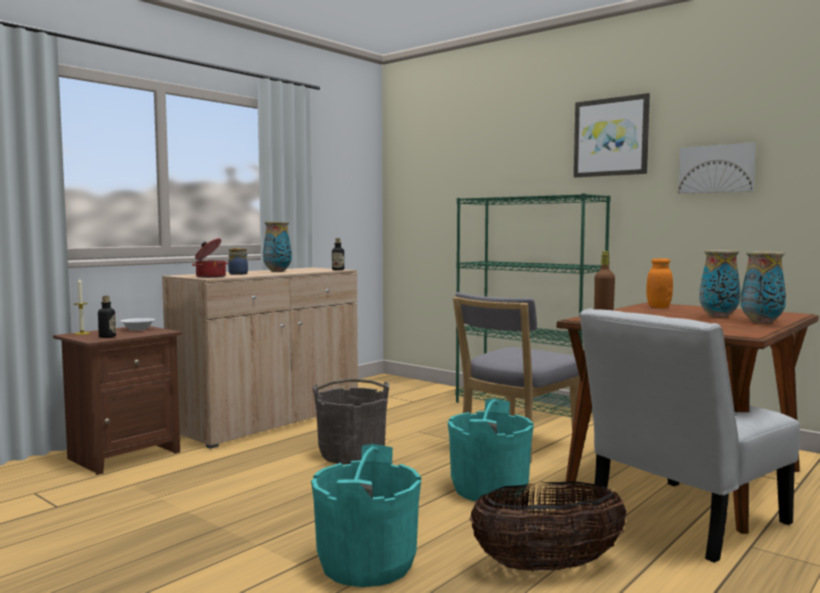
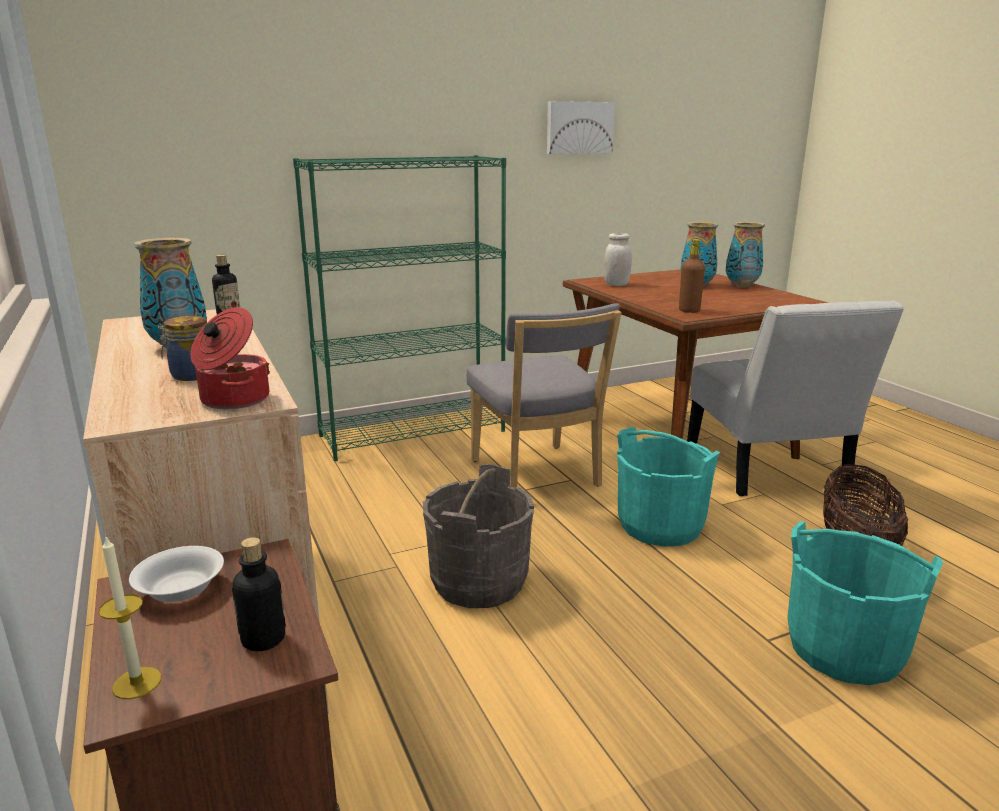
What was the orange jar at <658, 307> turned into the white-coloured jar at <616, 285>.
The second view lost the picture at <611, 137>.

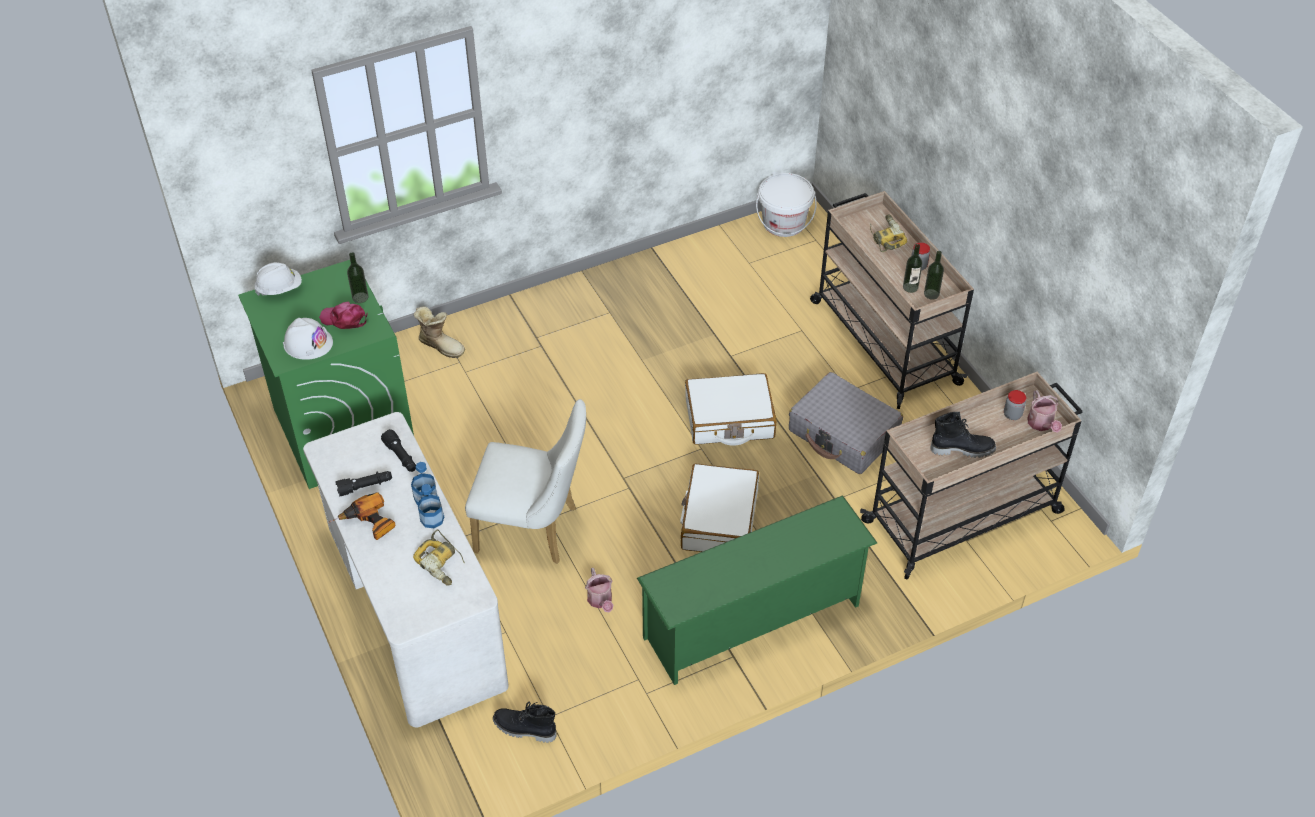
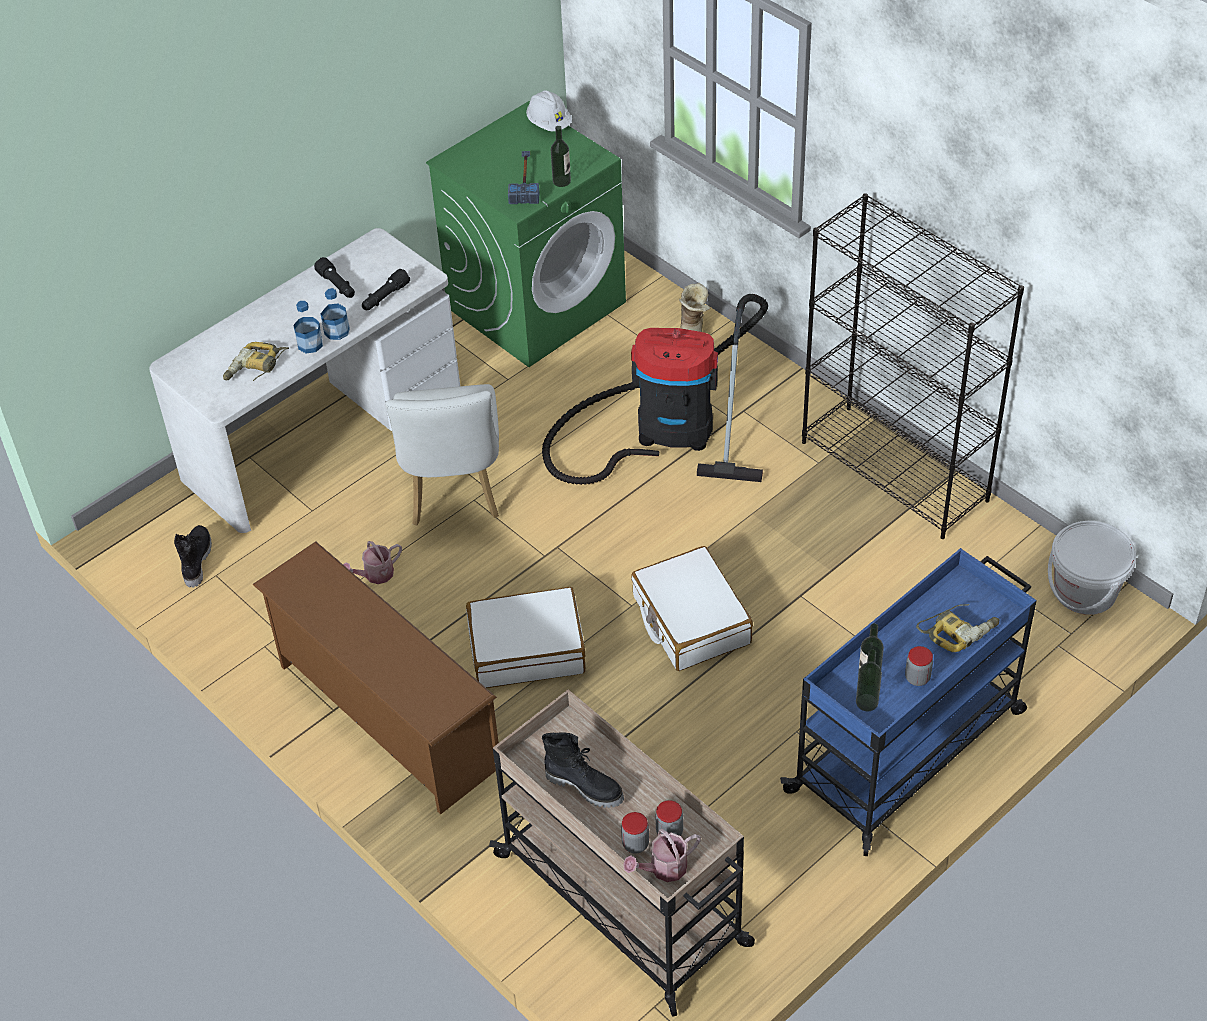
What was the green-coloured shoe stand at <753, 623> turned into the brownish shoe stand at <385, 717>.
Where the pink baseball cap stood at <344, 319>, the hand hammer came to stand at <525, 180>.
The second view gained the vacuum cleaner at <665, 429>.
The black tall boot at <962, 449> ended up facing another way, 45 degrees counterclockwise from before.
The second view gained the jar at <635, 844>.
What was the beige-coloured cart at <883, 341> turned into the blue-coloured cart at <908, 750>.
The second view gained the black bookshelf at <895, 471>.
The second view lost the white-coloured work helmet at <308, 343>.
The second view lost the power drill at <368, 524>.
The second view lost the greyish travel case at <843, 434>.

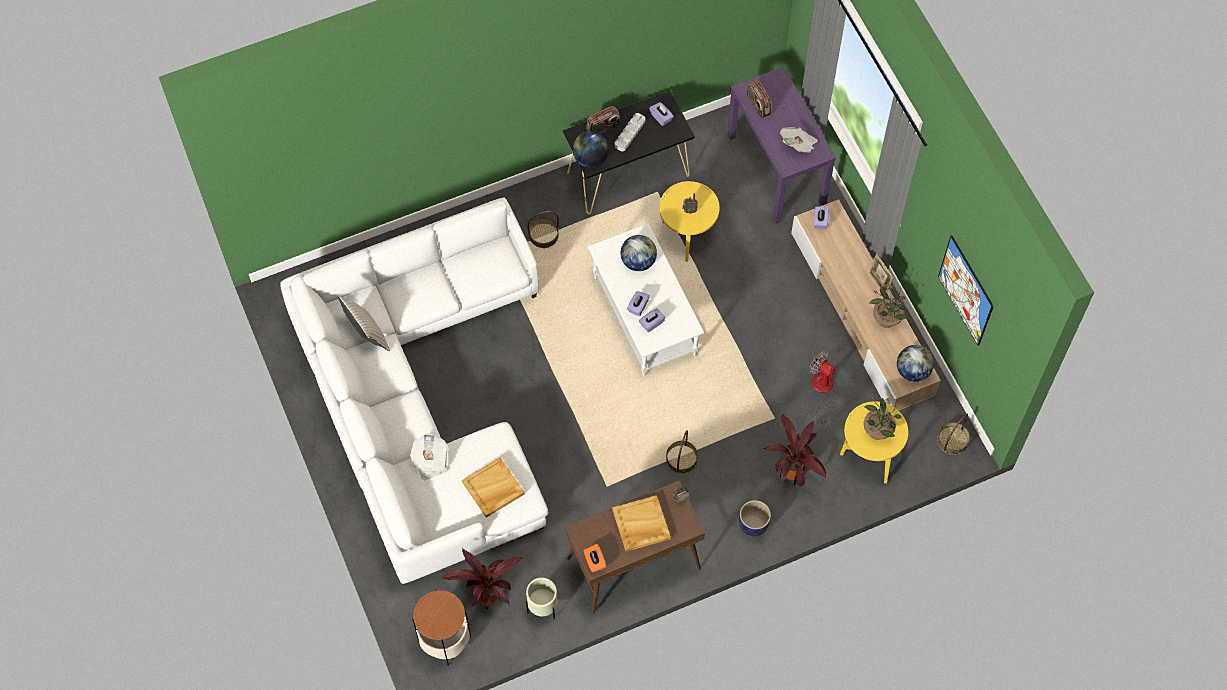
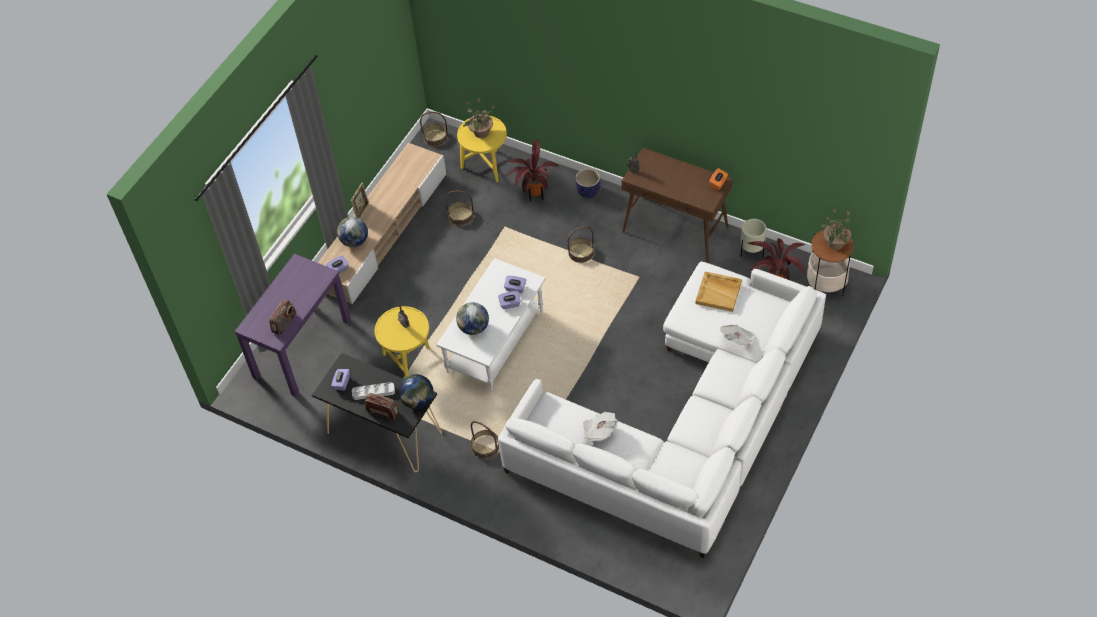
The globe ended up elsewhere, having gone from <912, 371> to <354, 241>.
Where the fan stood at <822, 391>, the household basket came to stand at <461, 216>.
The daily paper ended up elsewhere, having gone from <798, 144> to <599, 431>.
The plant in a pot ended up elsewhere, having gone from <886, 318> to <835, 244>.
The second view lost the beige-coloured cushion at <366, 334>.
The second view lost the beige-coloured carrying tray at <641, 525>.
The second view lost the picture at <965, 290>.

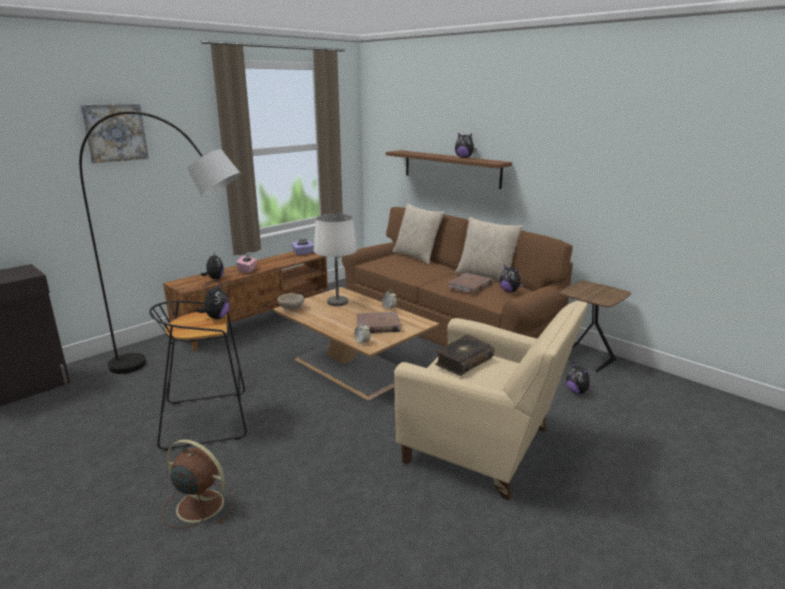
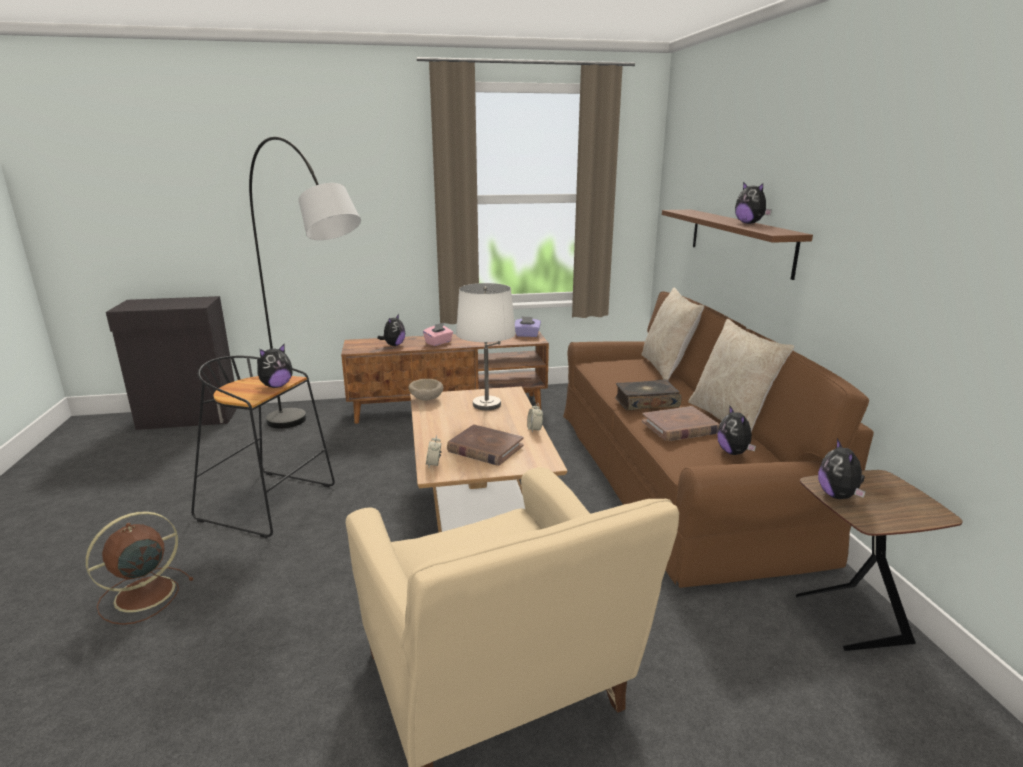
The brownish fan at <198, 505> ended up facing another way, 105 degrees counterclockwise from before.
The book ended up elsewhere, having gone from <463, 361> to <646, 402>.
The soft toy ended up elsewhere, having gone from <577, 391> to <838, 496>.
The second view lost the picture at <115, 132>.

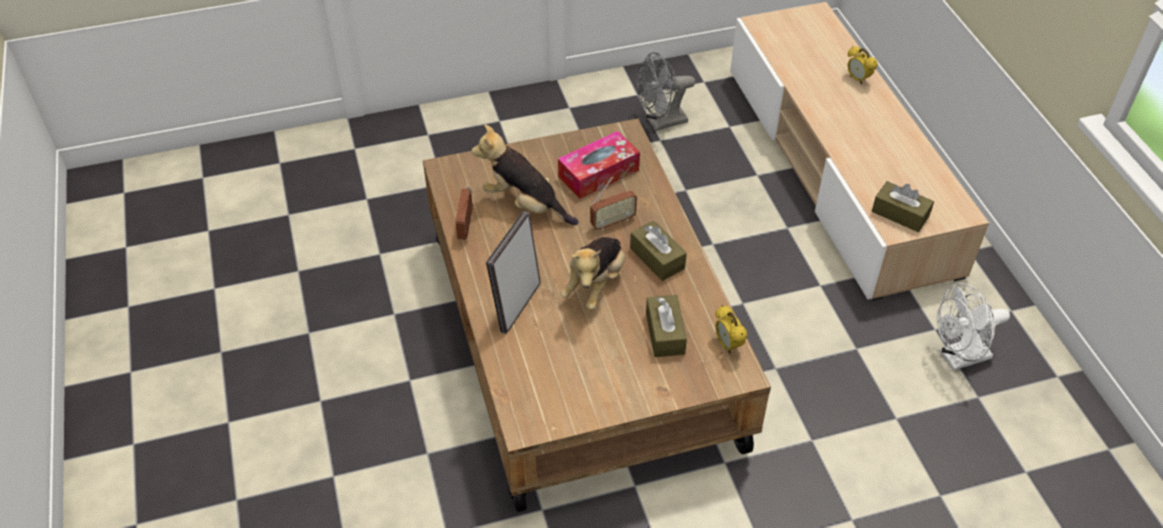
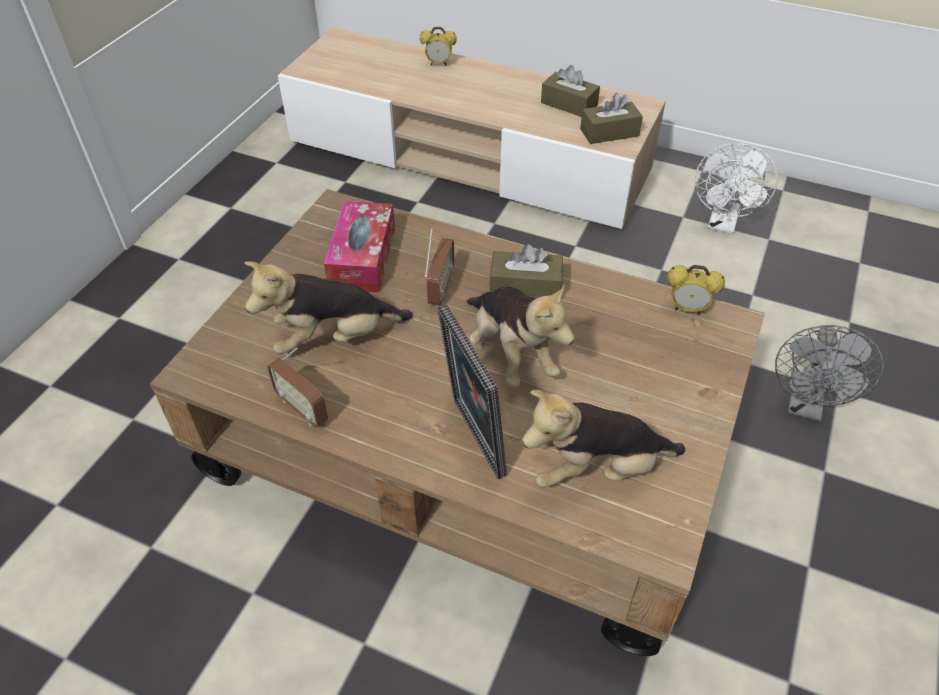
The second view gained the soft toy at <595, 469>.
The brownish box of tissues ended up elsewhere, having gone from <665, 333> to <569, 104>.
The greyish fan ended up elsewhere, having gone from <661, 123> to <805, 405>.

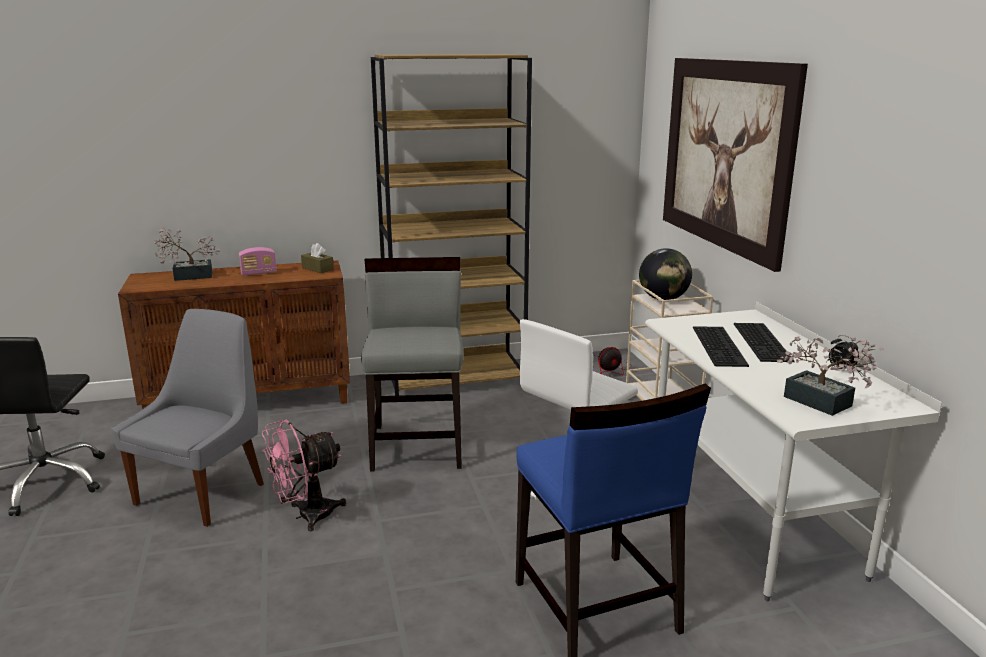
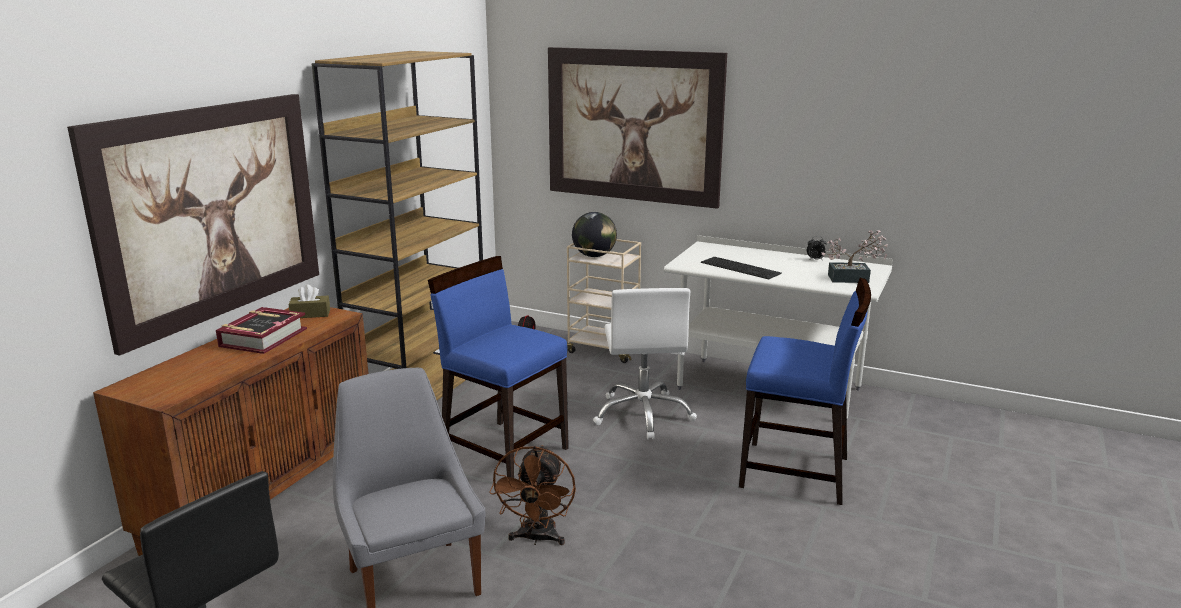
The second view gained the picture at <211, 212>.
Where the radio stood at <259, 273>, the book came to stand at <263, 338>.
What was the greyish chair at <418, 445> turned into the blue-coloured chair at <504, 451>.
What was the pink fan at <306, 516> turned into the brownish fan at <537, 538>.
The second view lost the plant in a pot at <188, 276>.
The second view lost the PC keyboard at <764, 342>.

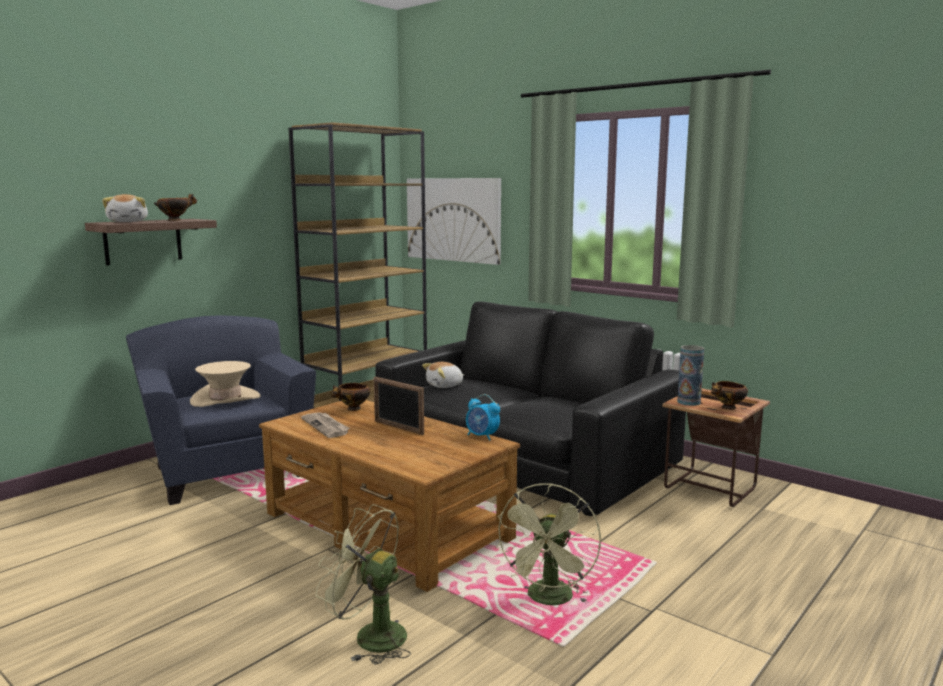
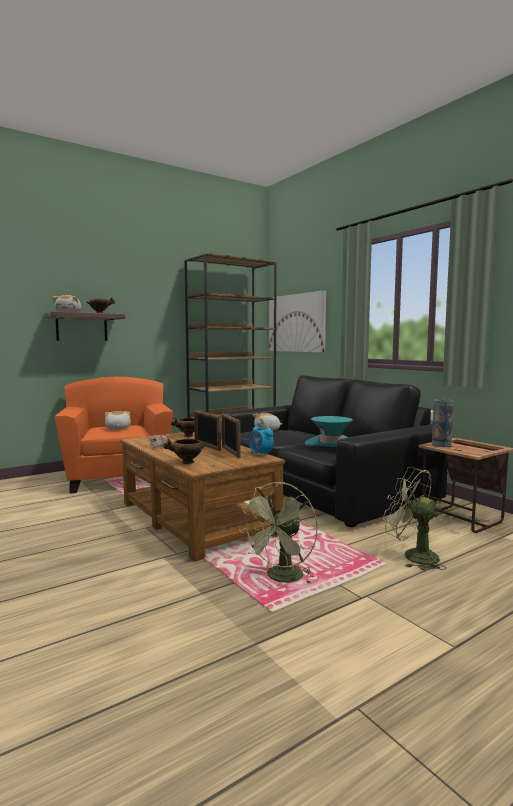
What was the blue-coloured lounge chair at <226, 469> turned into the orange lounge chair at <118, 477>.
Where the beige-coloured clothing hat stood at <225, 399>, the soft toy came to stand at <117, 428>.
The bowl ended up elsewhere, having gone from <727, 408> to <186, 463>.
The second view gained the standing frame at <230, 452>.
The second view gained the turquoise clothing hat at <330, 444>.
The green-coloured fan ended up elsewhere, having gone from <370, 636> to <413, 556>.

